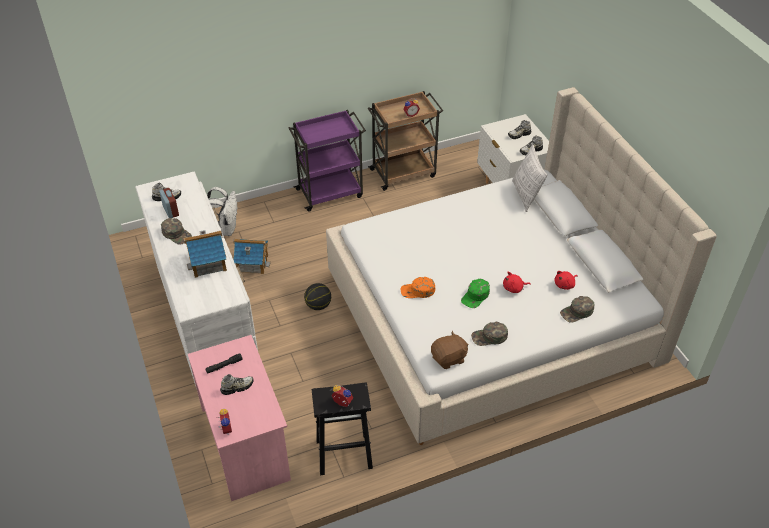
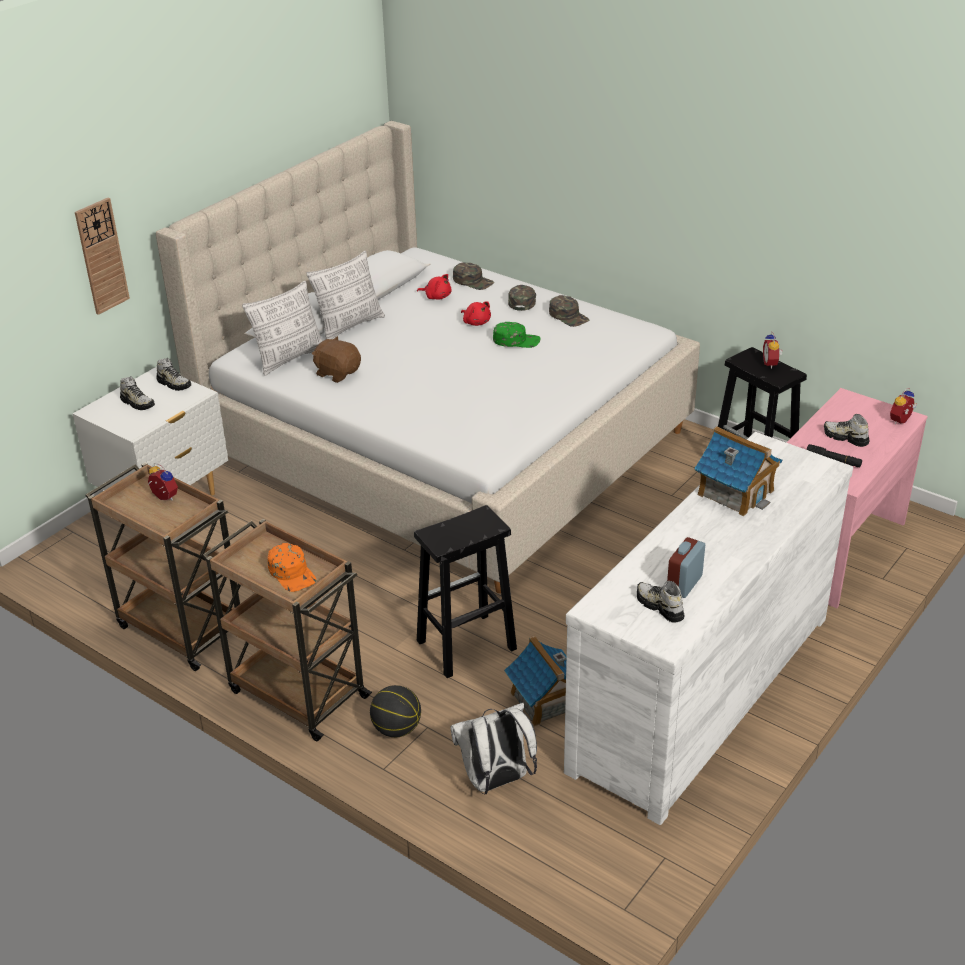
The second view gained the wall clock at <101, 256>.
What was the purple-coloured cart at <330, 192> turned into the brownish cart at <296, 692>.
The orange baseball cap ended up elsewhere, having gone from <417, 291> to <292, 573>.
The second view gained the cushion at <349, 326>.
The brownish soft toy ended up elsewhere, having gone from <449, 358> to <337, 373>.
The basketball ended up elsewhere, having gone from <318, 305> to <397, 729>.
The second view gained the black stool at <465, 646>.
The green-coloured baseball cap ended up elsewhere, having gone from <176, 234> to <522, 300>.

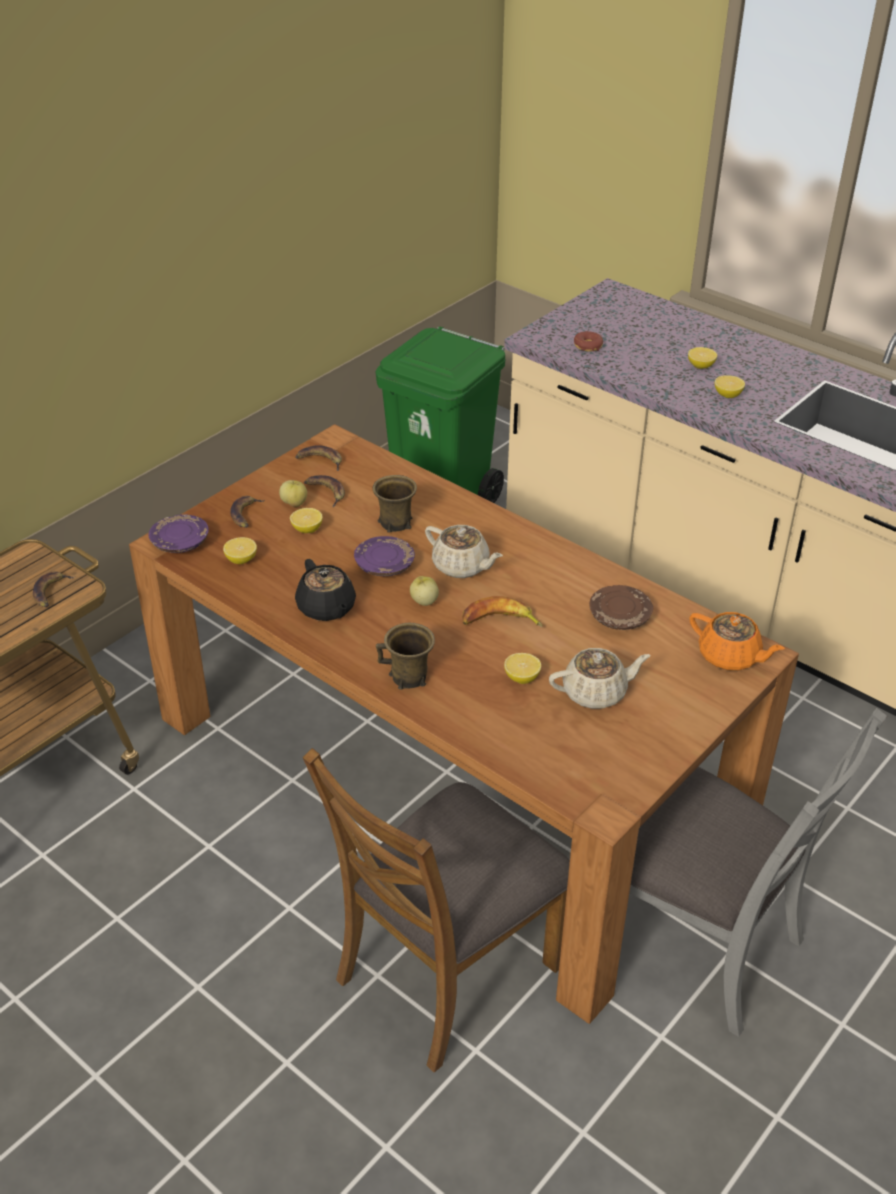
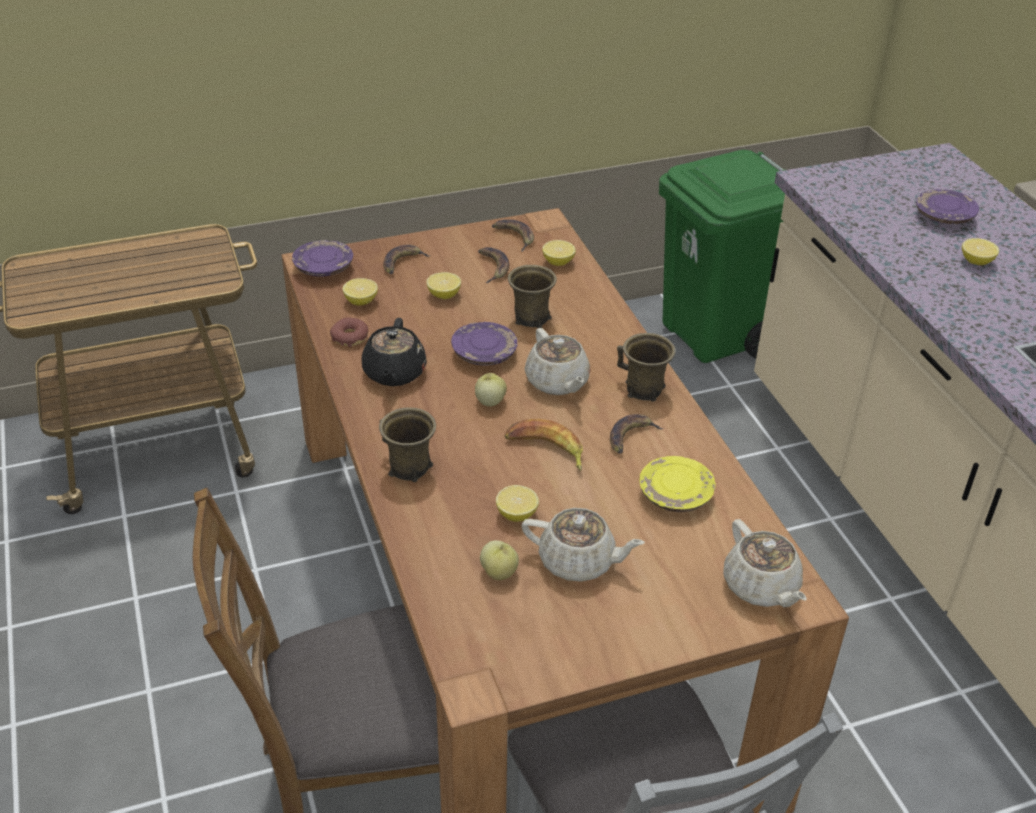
The donut ended up elsewhere, having gone from <588, 346> to <350, 337>.
The whole apple ended up elsewhere, having gone from <294, 503> to <499, 572>.
The lemon ended up elsewhere, having gone from <727, 395> to <558, 262>.
The banana fruit ended up elsewhere, having gone from <51, 592> to <630, 437>.
The second view gained the brownish tea mug at <644, 390>.
What was the brownish dinner plate at <620, 616> turned into the yellowish dinner plate at <676, 494>.
What was the orange tea pot at <730, 657> turned into the beige-coloured tea pot at <761, 587>.
The second view gained the purple-coloured dinner plate at <943, 217>.

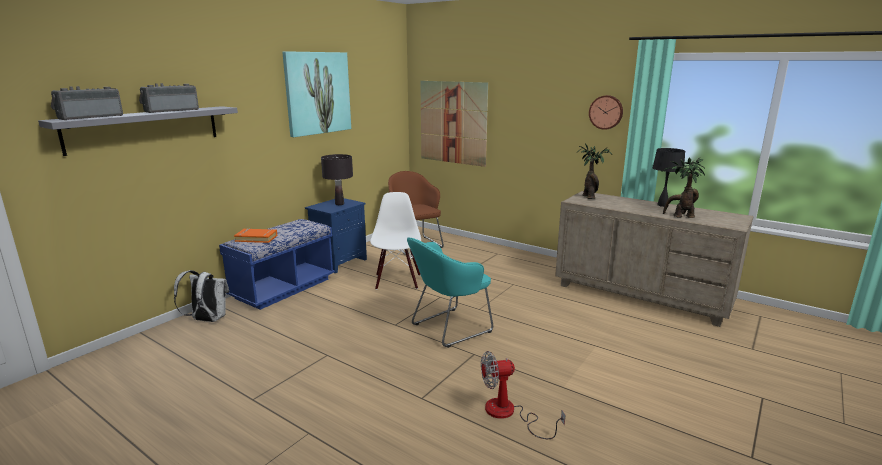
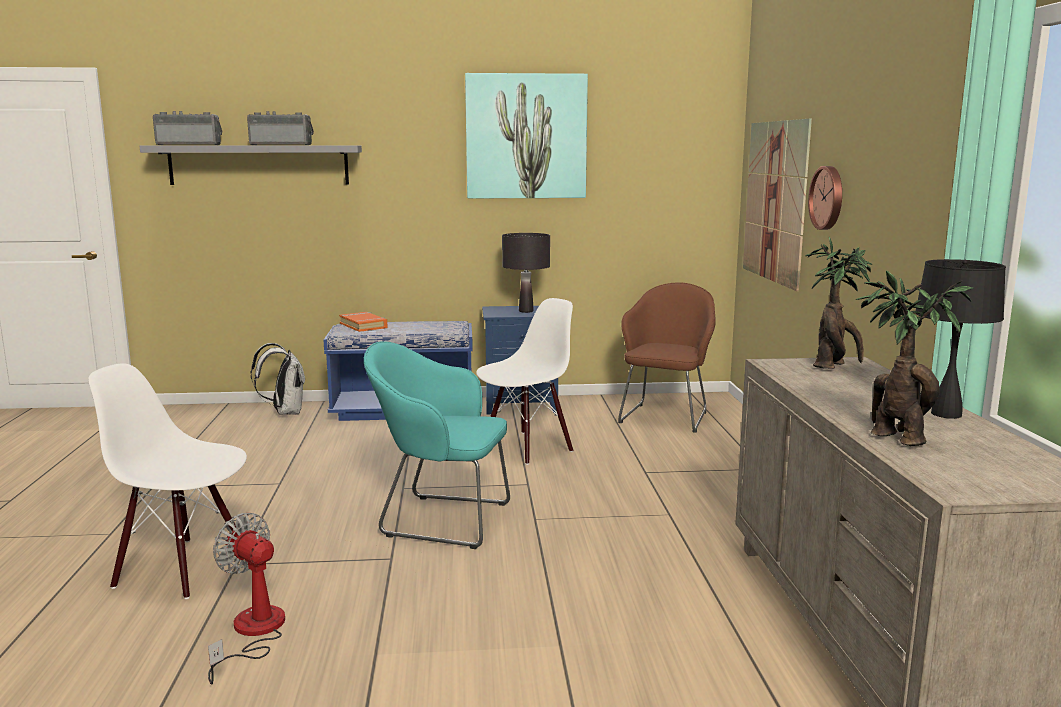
The second view gained the white-coloured chair at <183, 568>.
The wall clock ended up elsewhere, having gone from <606, 112> to <828, 198>.

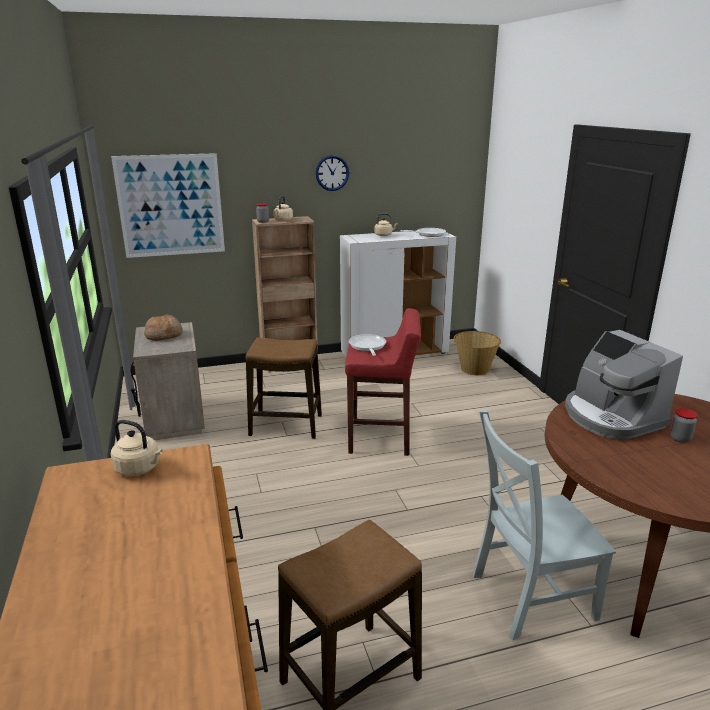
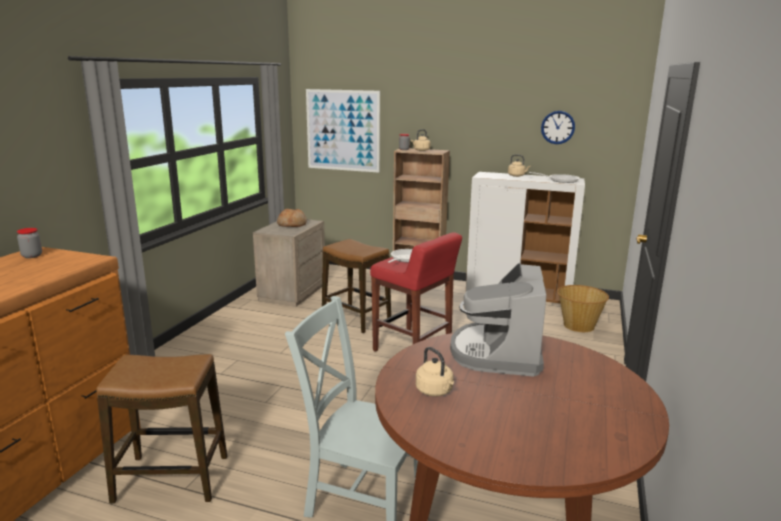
The jar ended up elsewhere, having gone from <680, 438> to <32, 256>.
The beige-coloured kettle ended up elsewhere, having gone from <139, 468> to <435, 391>.
The wall clock ended up elsewhere, having gone from <332, 173> to <557, 127>.

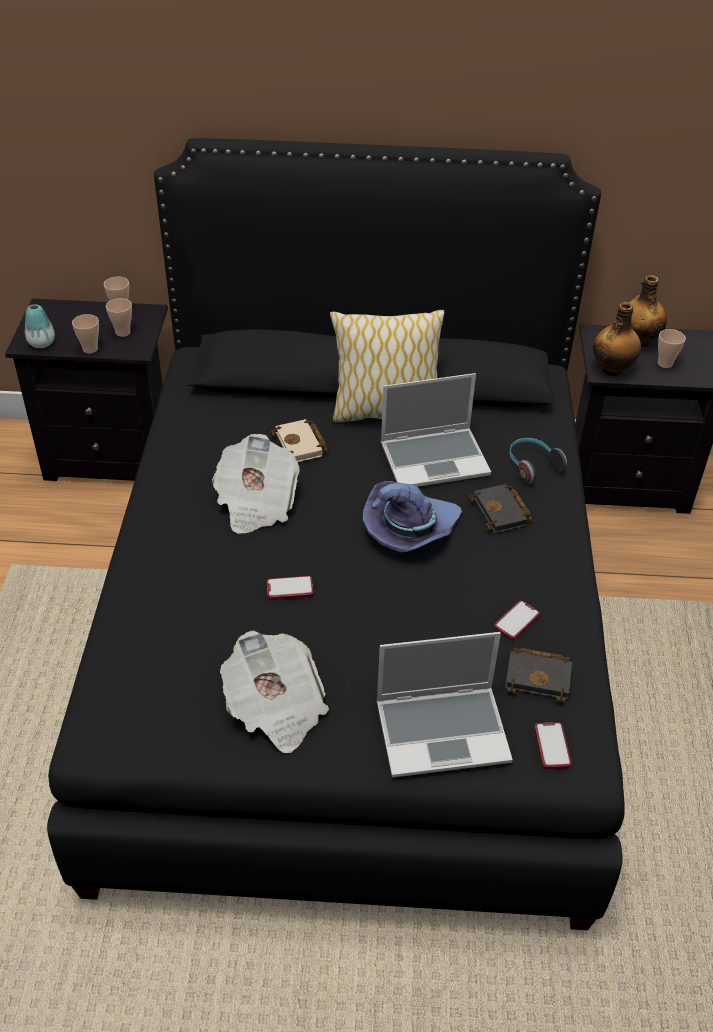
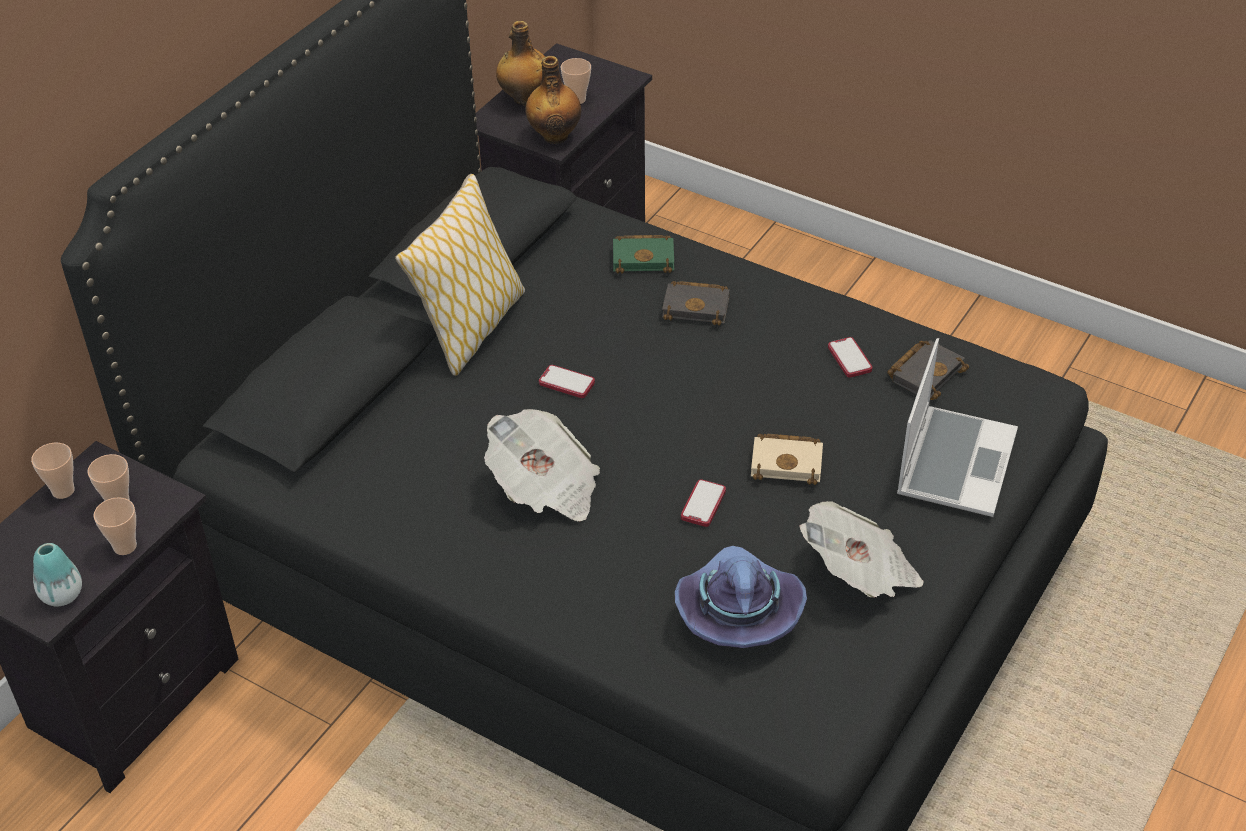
The handset ended up elsewhere, having gone from <552, 746> to <566, 383>.
Where the headset stood at <532, 466>, the green-coloured book came to stand at <645, 257>.
The purple-coloured clothing hat ended up elsewhere, having gone from <410, 529> to <737, 611>.
The beige-coloured book ended up elsewhere, having gone from <301, 445> to <788, 462>.
The second view lost the notebook computer at <435, 459>.

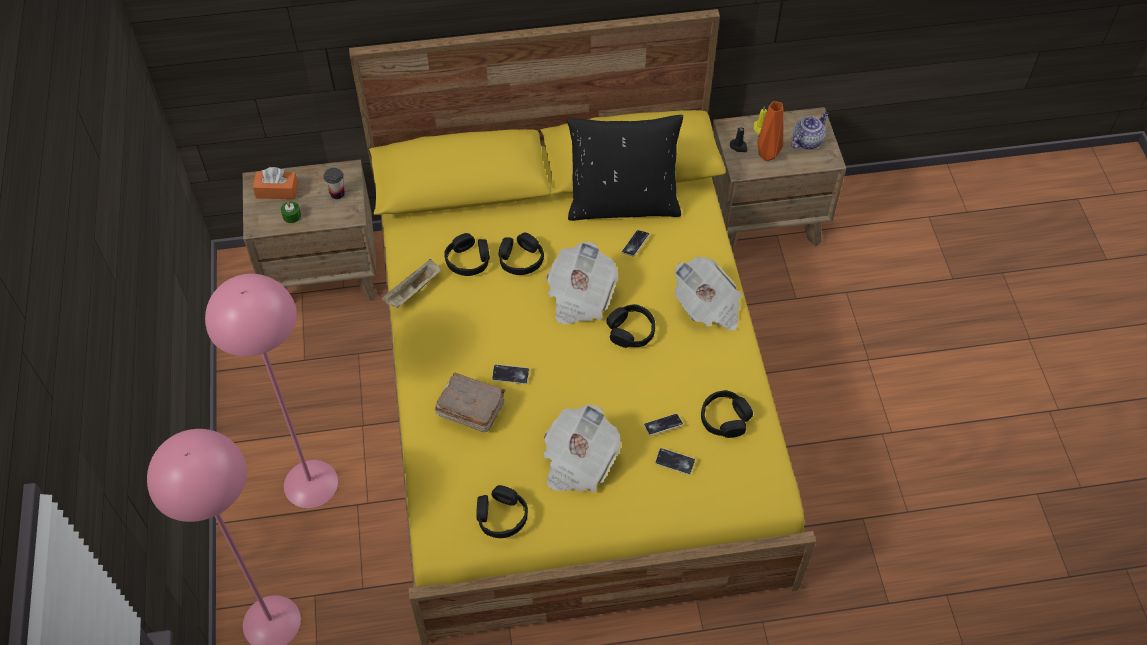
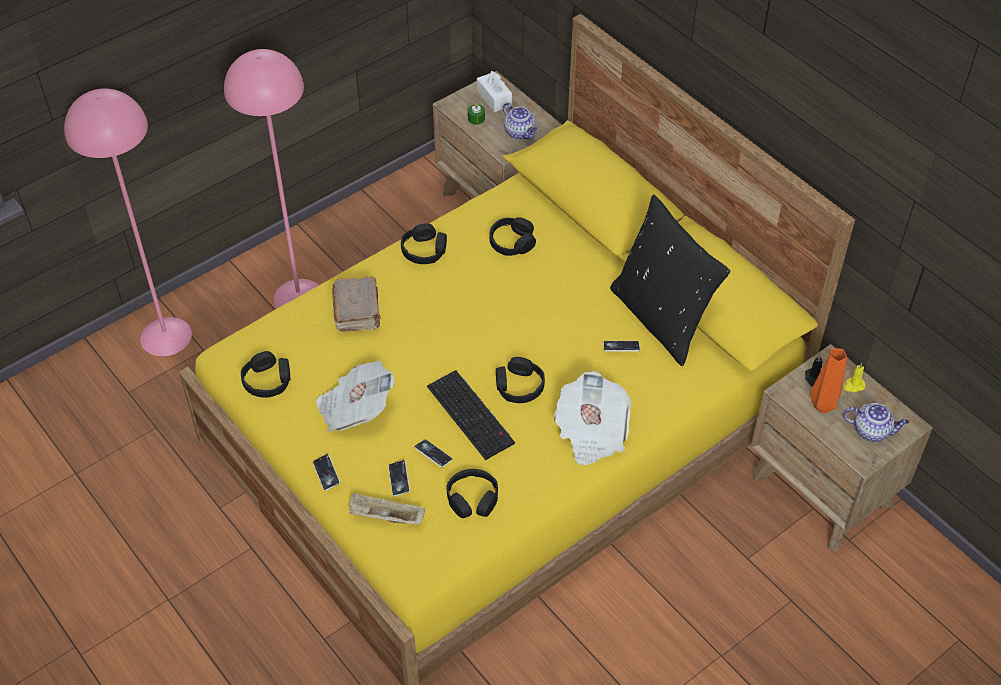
The handset ended up elsewhere, having gone from <510, 375> to <326, 474>.
The beige-coloured carrying tray ended up elsewhere, having gone from <413, 291> to <385, 517>.
The black headset ended up elsewhere, having gone from <520, 259> to <424, 250>.
The second view gained the PC keyboard at <472, 415>.
What was the orange box of tissues at <277, 191> turned into the white-coloured box of tissues at <494, 98>.
Where the drinking cup stood at <337, 193>, the tea pot came to stand at <520, 133>.
The second view lost the daily paper at <580, 297>.

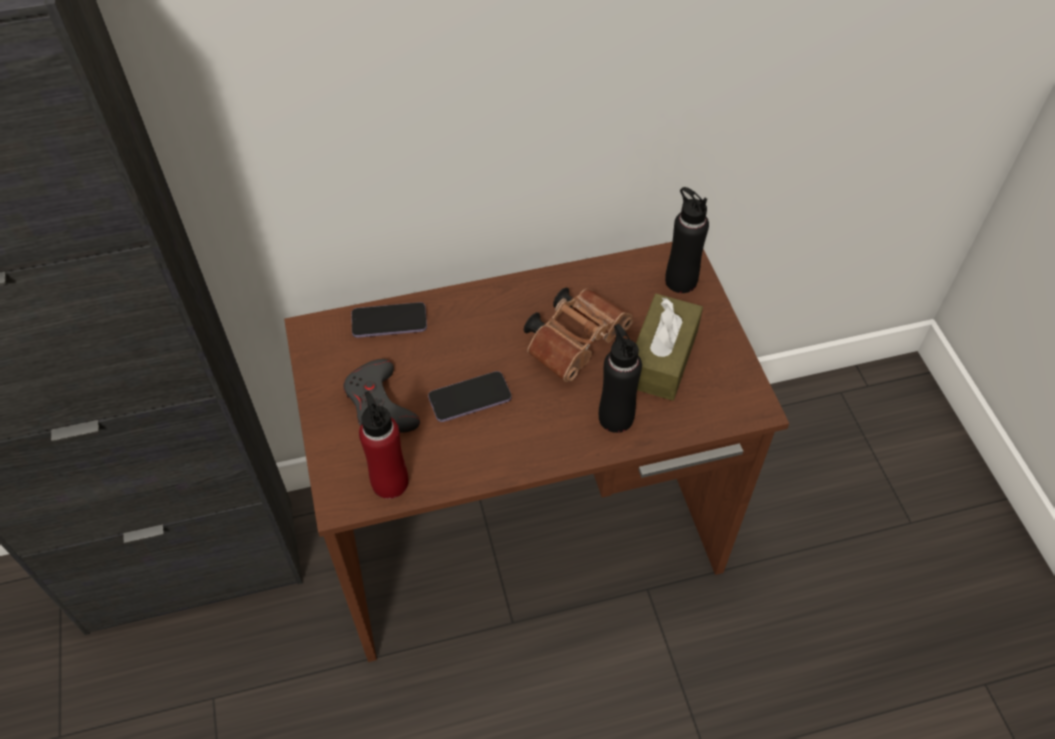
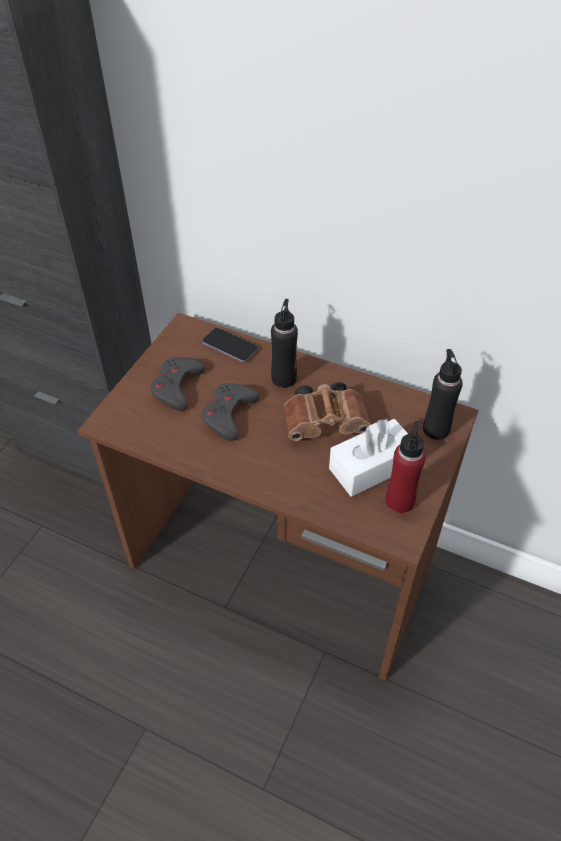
Where the handset stood at <470, 398>, the greyish joypad came to stand at <229, 414>.
The black drink bottle ended up elsewhere, having gone from <616, 417> to <284, 378>.
What was the brownish box of tissues at <662, 358> turned into the white-coloured box of tissues at <371, 467>.
The red drink bottle ended up elsewhere, having gone from <390, 482> to <400, 501>.

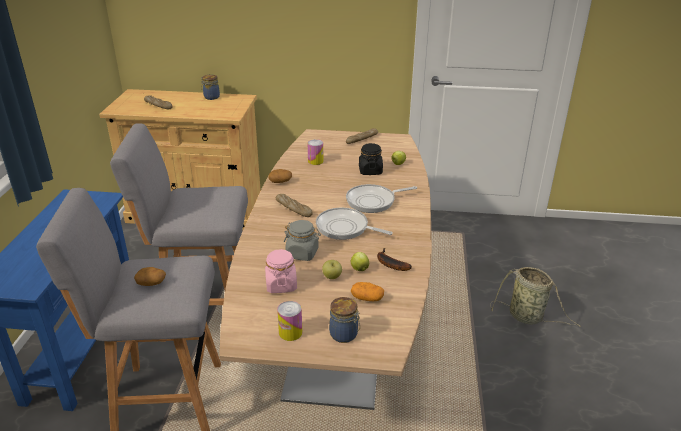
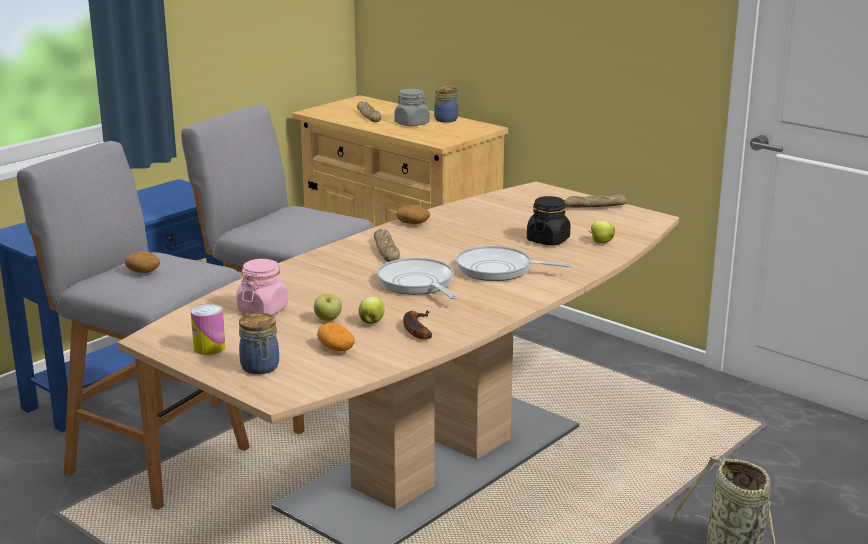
The greyish jar ended up elsewhere, having gone from <302, 253> to <412, 124>.
The second view lost the can at <315, 161>.

